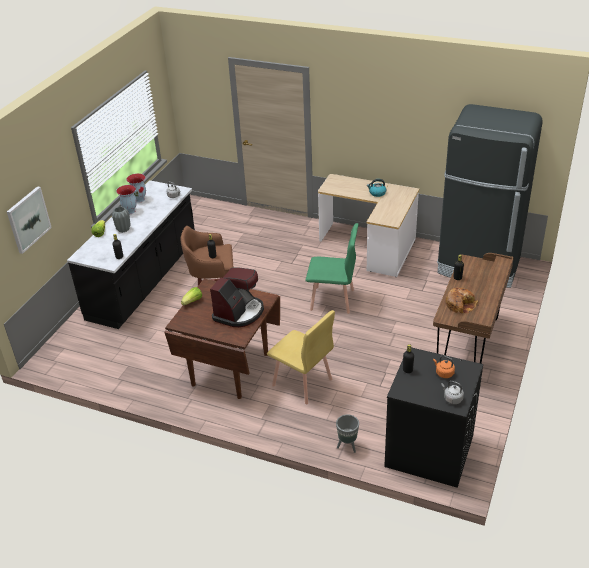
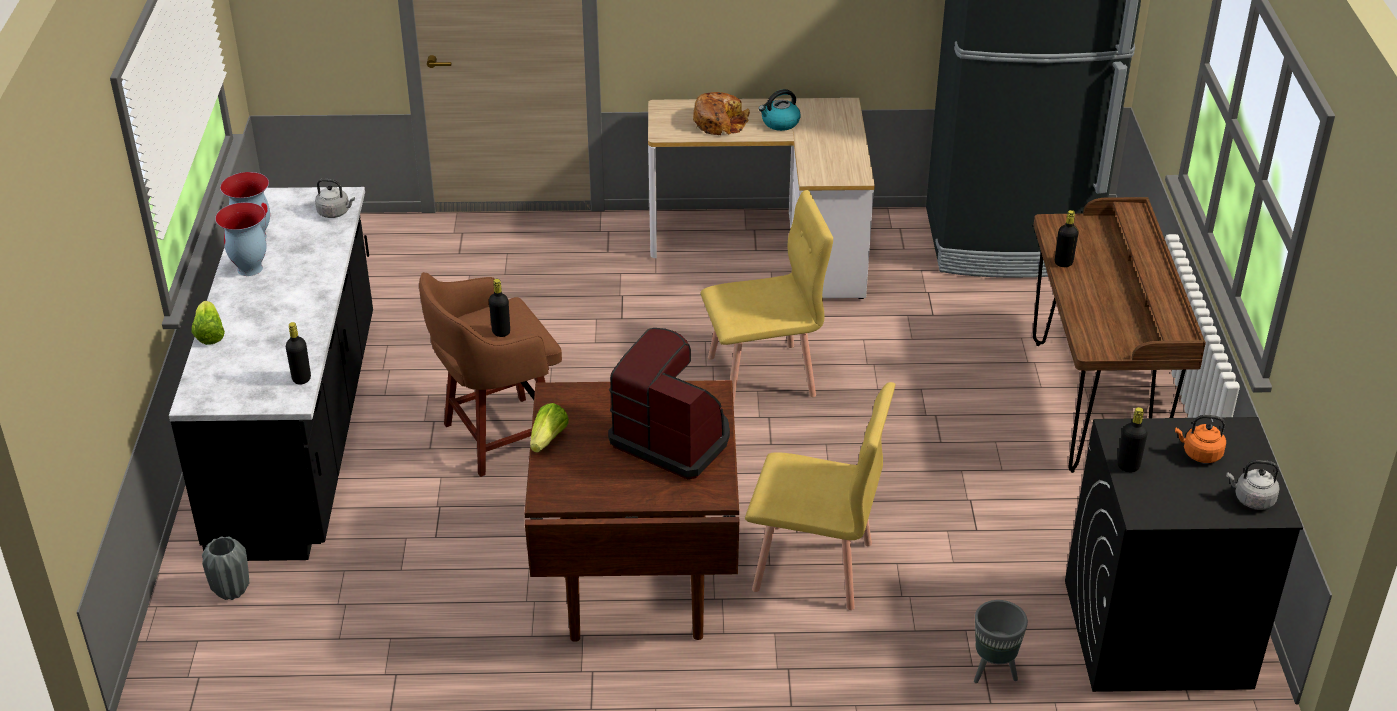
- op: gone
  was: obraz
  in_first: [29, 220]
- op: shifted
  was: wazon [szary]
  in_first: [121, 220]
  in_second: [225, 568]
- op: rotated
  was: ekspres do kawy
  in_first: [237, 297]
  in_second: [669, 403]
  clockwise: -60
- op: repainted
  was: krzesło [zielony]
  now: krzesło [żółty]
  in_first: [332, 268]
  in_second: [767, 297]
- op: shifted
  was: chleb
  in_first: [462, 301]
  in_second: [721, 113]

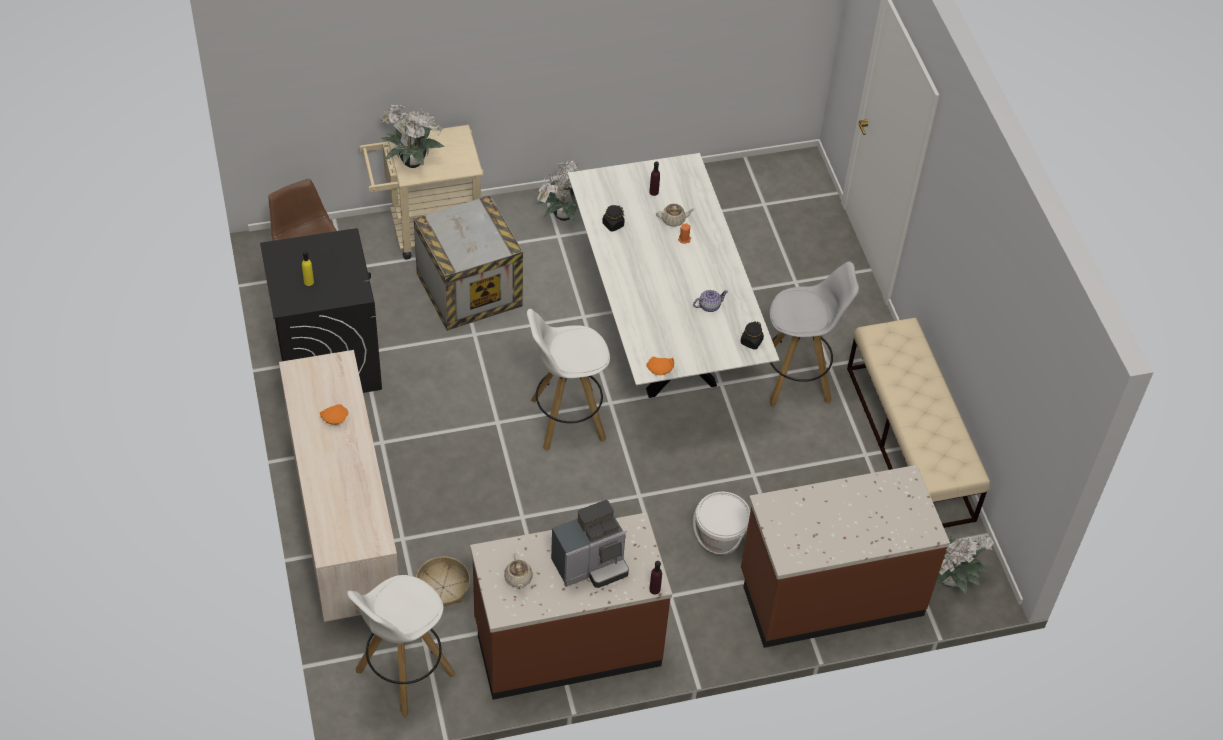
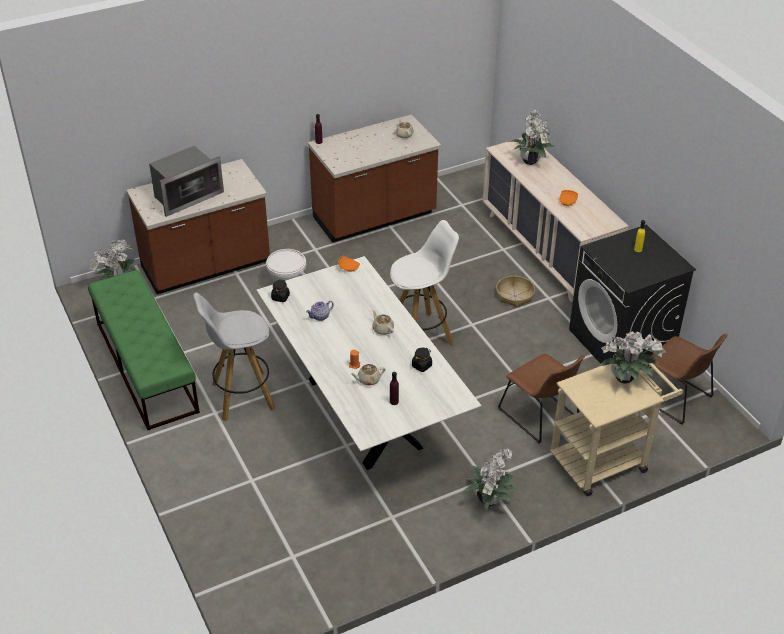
- op: gone
  was: stołek [biały]
  in_first: [401, 646]
- op: swapped
  was: skrzynka
  now: krzesło [brązowy]
  in_first: [468, 263]
  in_second: [541, 398]
- op: shifted
  was: koszyk
  in_first: [443, 581]
  in_second: [515, 292]
- op: gone
  was: ekspres do kawy
  in_first: [590, 544]
- op: repainted
  was: ławka [beżowy]
  now: ławka [zielony]
  in_first: [918, 423]
  in_second: [144, 350]
- op: new
  now: mikrofalówka
  in_second: [186, 181]
- op: new
  now: imbryk [beżowy]
  in_second: [383, 322]
- op: new
  now: roślina doniczkowa
  in_second: [531, 137]

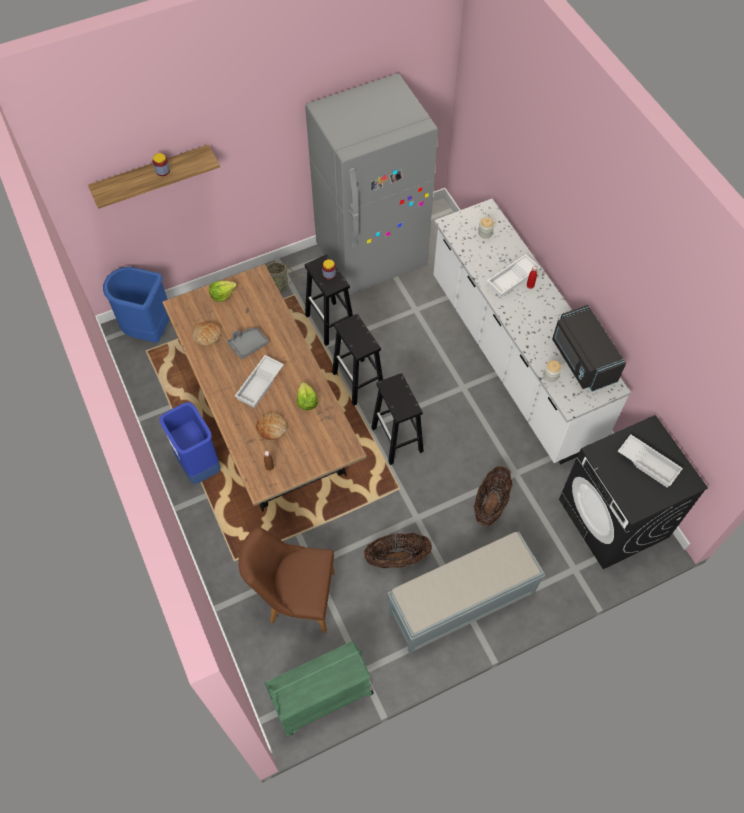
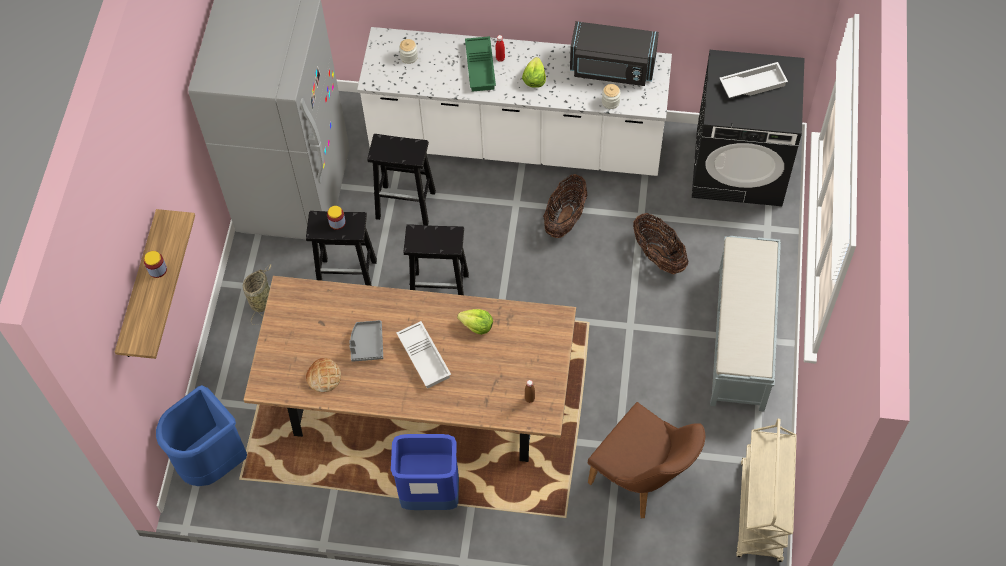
- op: shifted
  was: sałata
  in_first: [223, 291]
  in_second: [534, 72]
- op: rotated
  was: krzesło [brązowy]
  in_first: [286, 580]
  in_second: [646, 460]
  clockwise: -90
- op: gone
  was: chleb
  in_first: [271, 426]
- op: repainted
  was: wózek [zielony]
  now: wózek [beżowy]
  in_first: [319, 689]
  in_second: [766, 490]
- op: shifted
  was: koszyk
  in_first: [398, 550]
  in_second: [565, 206]
- op: shifted
  was: stołek [czarny]
  in_first: [397, 419]
  in_second: [401, 179]
- op: repainted
  was: taca [biały]
  now: taca [zielony]
  in_first: [514, 275]
  in_second: [480, 64]

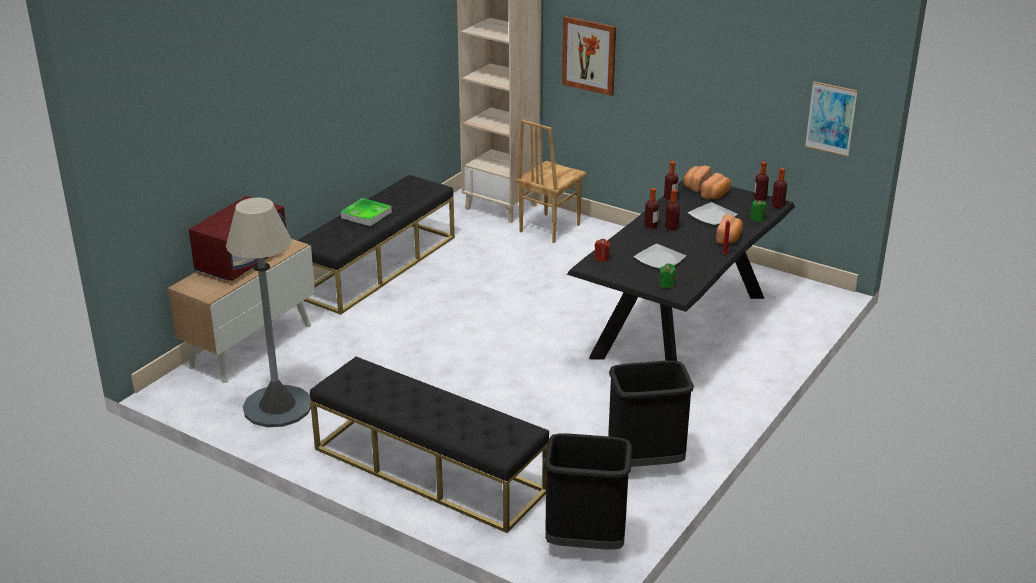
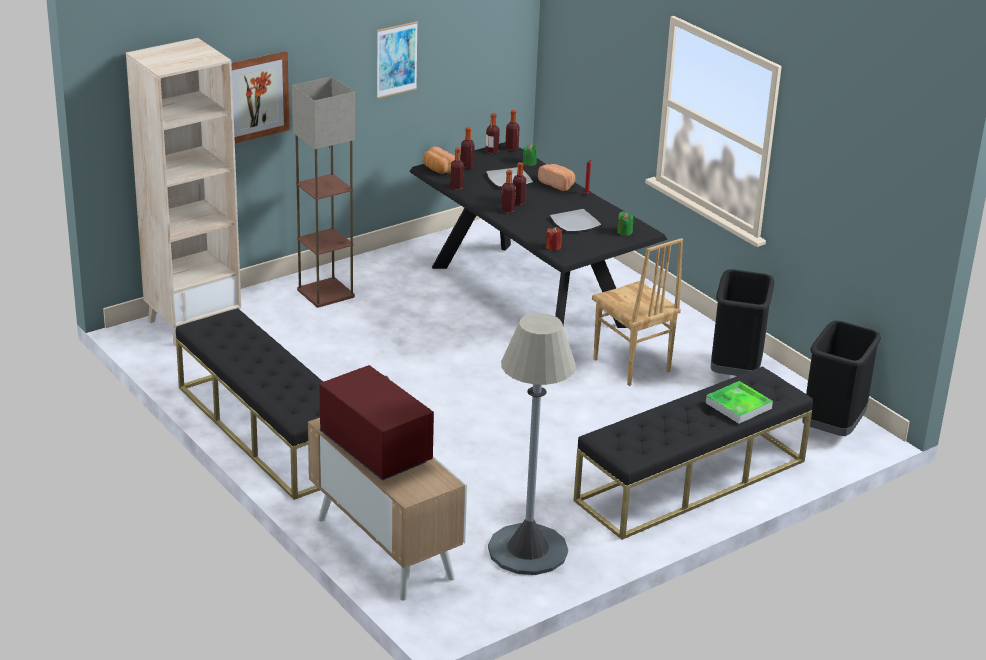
- op: shifted
  was: taca
  in_first: [366, 212]
  in_second: [739, 402]
- op: shifted
  was: krzesło [brązowy]
  in_first: [551, 181]
  in_second: [637, 312]
- op: swapped
  was: chleb
  now: butelka
  in_first: [716, 186]
  in_second: [468, 148]
- op: shifted
  was: obraz
  in_first: [831, 119]
  in_second: [397, 59]
- op: new
  now: lampa stojąca
  in_second: [323, 192]

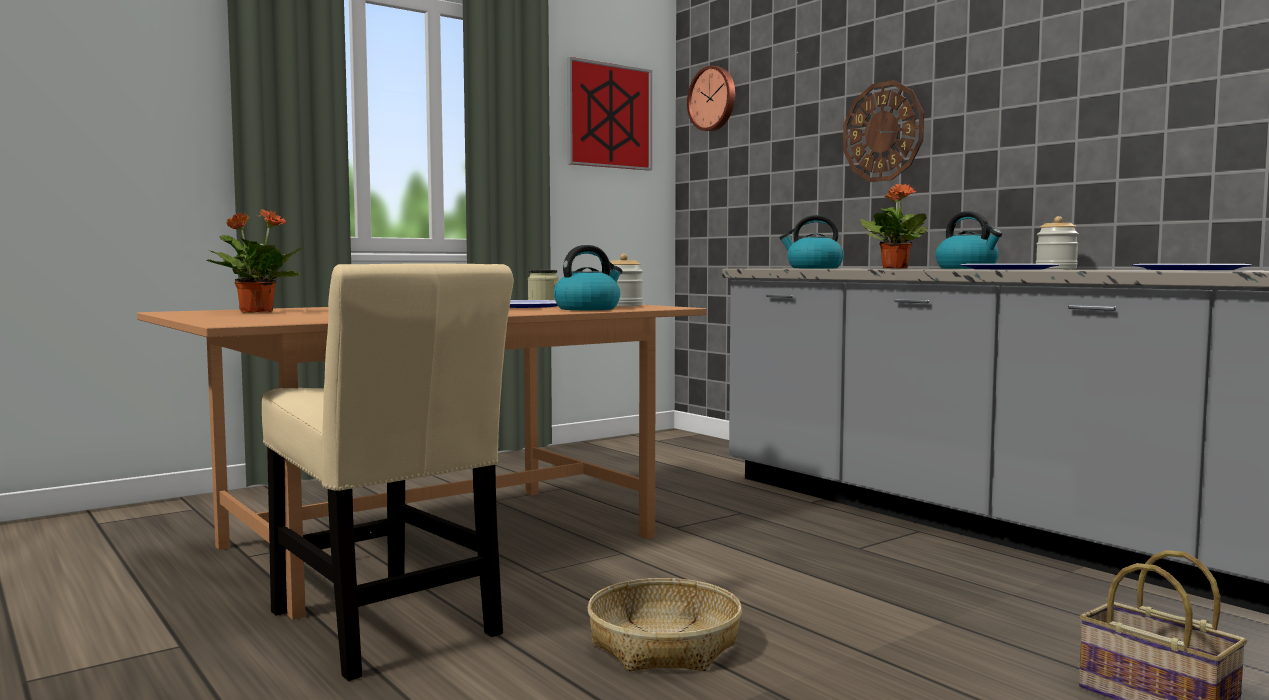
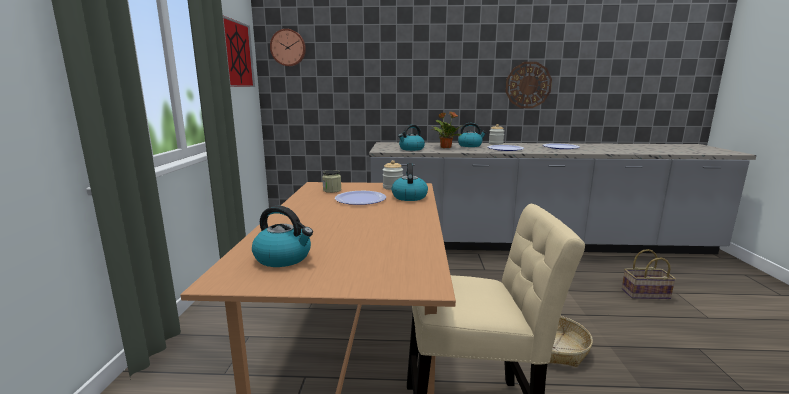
- op: swapped
  was: roślina doniczkowa
  now: czajnik
  in_first: [255, 261]
  in_second: [282, 236]
- op: shifted
  was: zegar ścienny
  in_first: [883, 131]
  in_second: [528, 85]

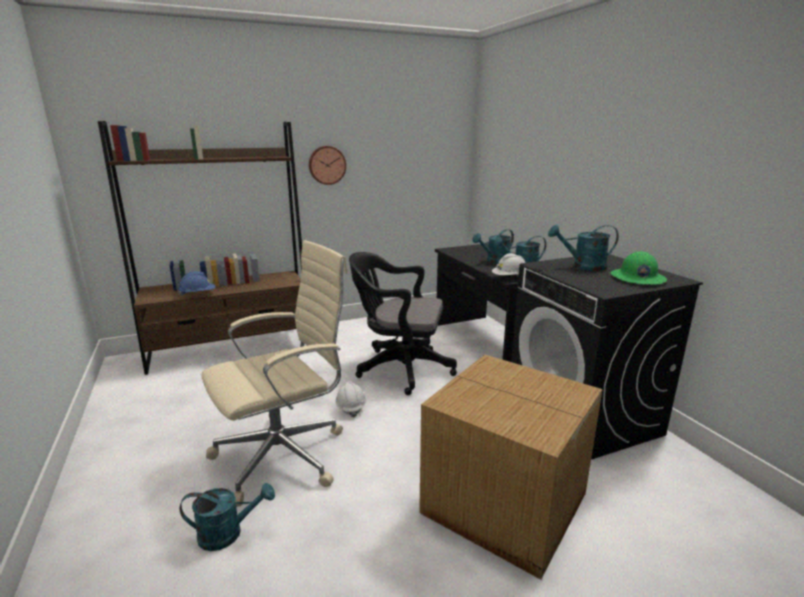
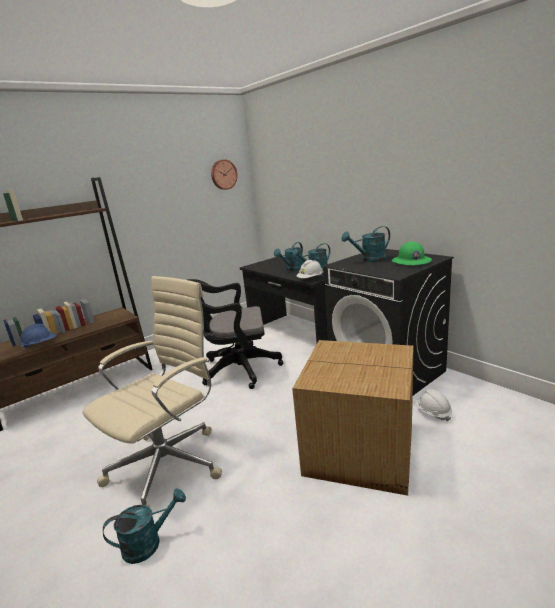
- op: shifted
  was: zegar ścienny
  in_first: [327, 165]
  in_second: [224, 174]
- op: shifted
  was: kask [biały]
  in_first: [350, 399]
  in_second: [433, 405]

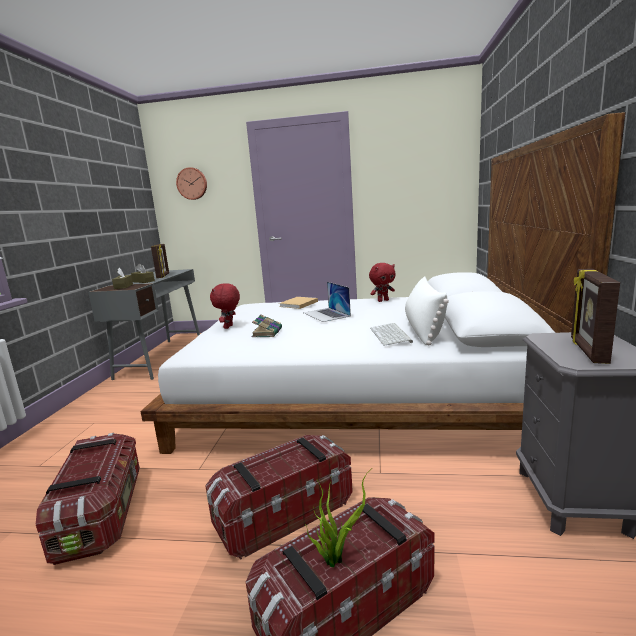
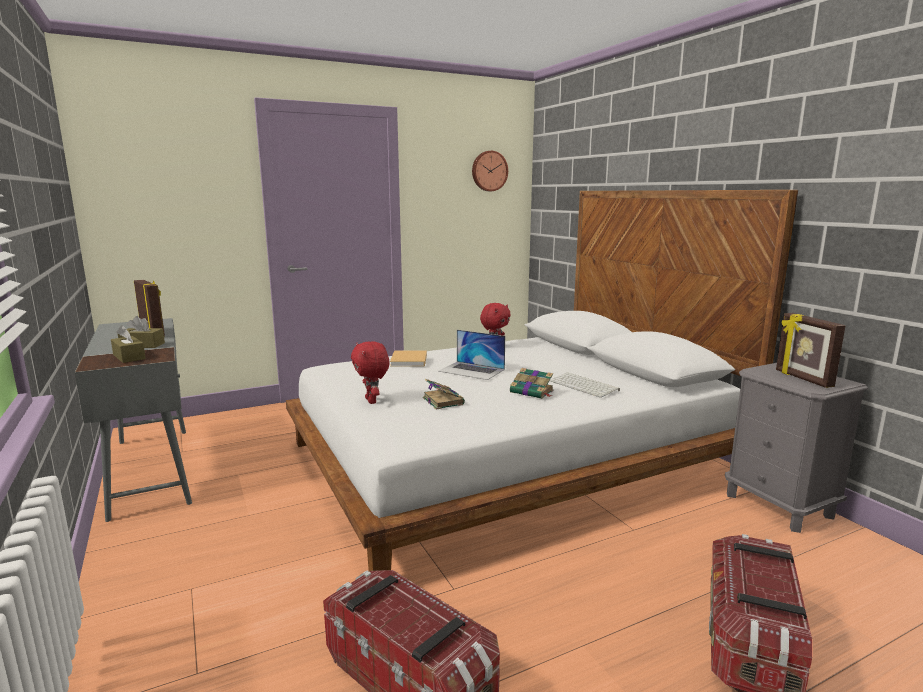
- op: shifted
  was: zegar ścienny
  in_first: [191, 183]
  in_second: [490, 171]
- op: gone
  was: pojemnik do przechowywania
  in_first: [279, 497]
- op: gone
  was: roślina doniczkowa
  in_first: [338, 518]
- op: gone
  was: poduszka [biały]
  in_first: [427, 311]
- op: new
  now: książka
  in_second: [532, 383]

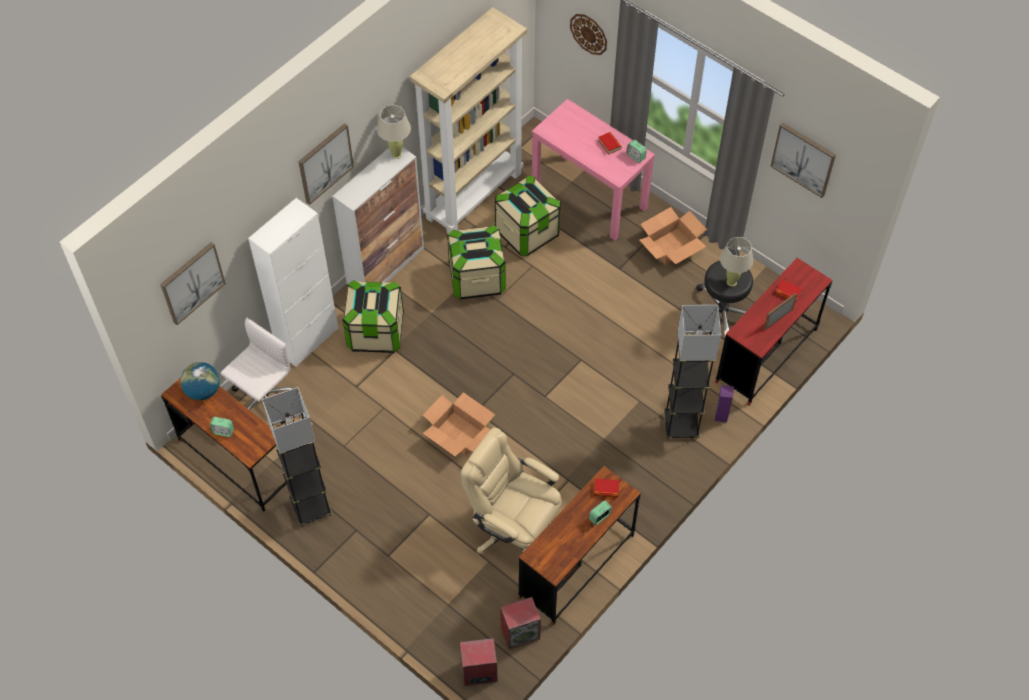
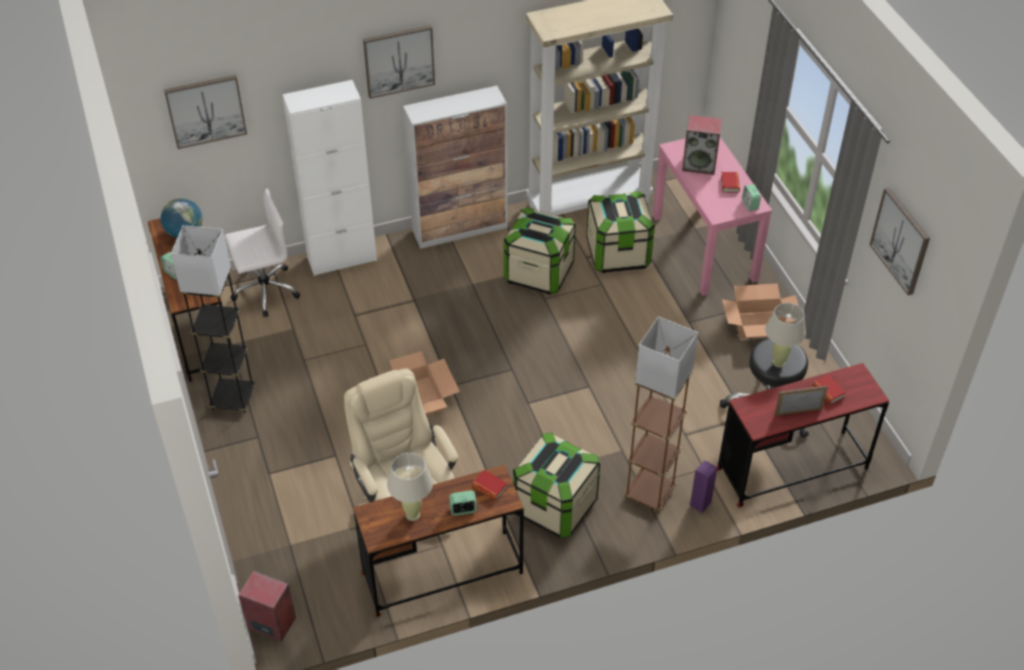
- op: shifted
  was: pojemnik do przechowywania
  in_first: [373, 316]
  in_second: [556, 485]
- op: shifted
  was: lampa stołowa [beżowy]
  in_first: [394, 132]
  in_second: [410, 487]
- op: shifted
  was: głośnik
  in_first: [520, 623]
  in_second: [702, 145]
- op: gone
  was: zegar ścienny
  in_first: [588, 34]
- op: repainted
  was: lampa stojąca [szary]
  now: lampa stojąca [brązowy]
  in_first: [692, 372]
  in_second: [661, 414]

